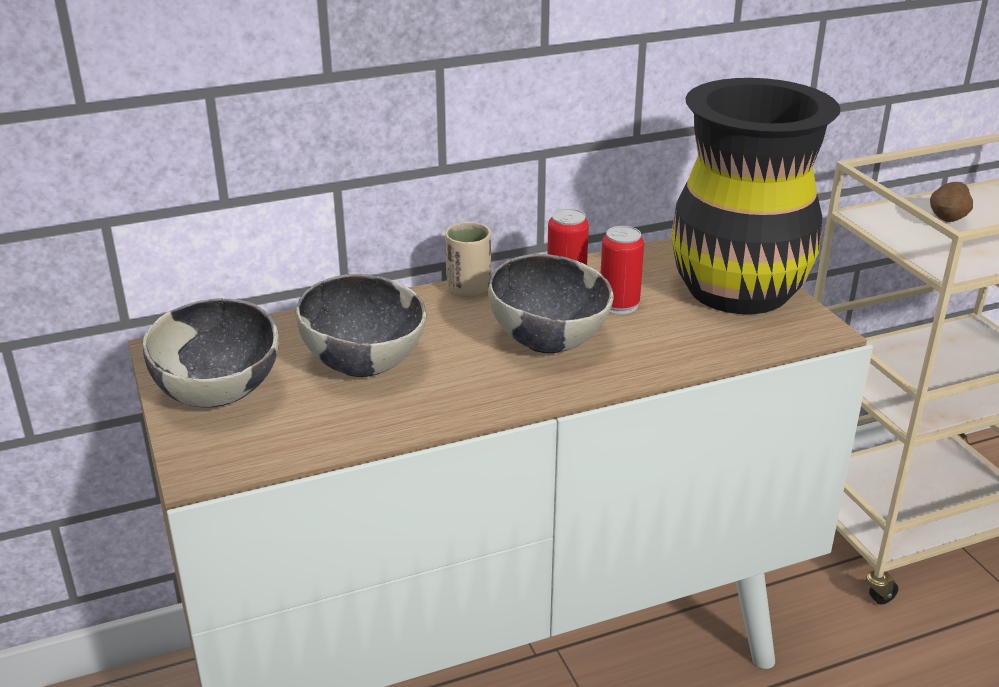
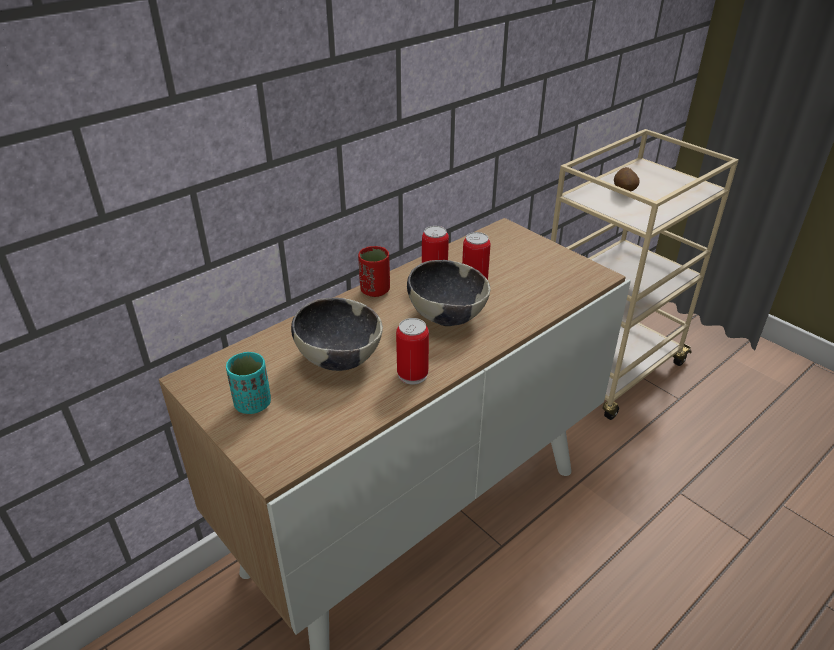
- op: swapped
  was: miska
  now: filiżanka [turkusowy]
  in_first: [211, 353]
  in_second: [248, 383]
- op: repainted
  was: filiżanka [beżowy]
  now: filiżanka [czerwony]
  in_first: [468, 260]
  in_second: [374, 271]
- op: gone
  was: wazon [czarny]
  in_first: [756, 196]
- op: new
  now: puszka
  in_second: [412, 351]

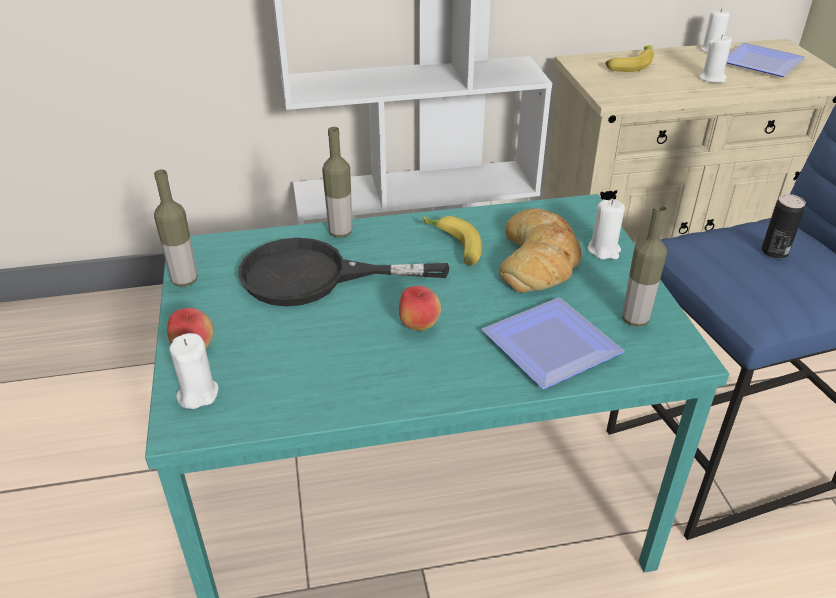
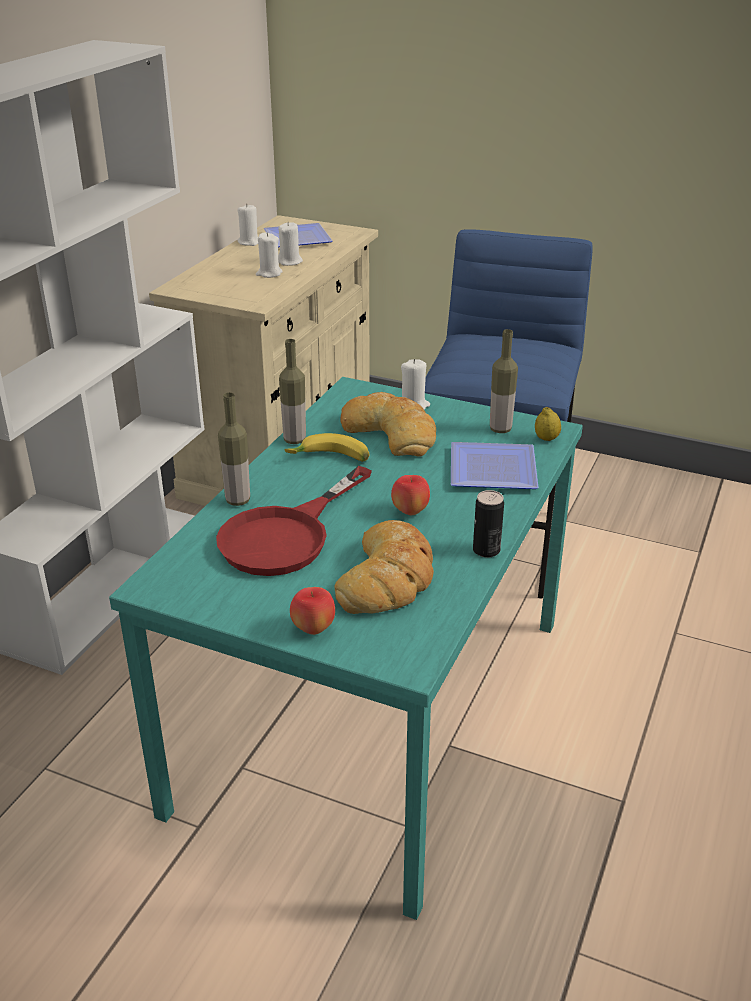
- op: shifted
  was: butelka
  in_first: [175, 228]
  in_second: [292, 391]
- op: shifted
  was: świeca [biały]
  in_first: [194, 371]
  in_second: [269, 255]
- op: repainted
  was: patelnia [czarny]
  now: patelnia [czerwony]
  in_first: [343, 272]
  in_second: [294, 521]
- op: gone
  was: banan
  in_first: [630, 58]
- op: shifted
  was: puszka
  in_first: [783, 226]
  in_second: [488, 524]
- op: new
  now: chleb
  in_second: [384, 567]
- op: new
  now: cytryna
  in_second: [548, 424]

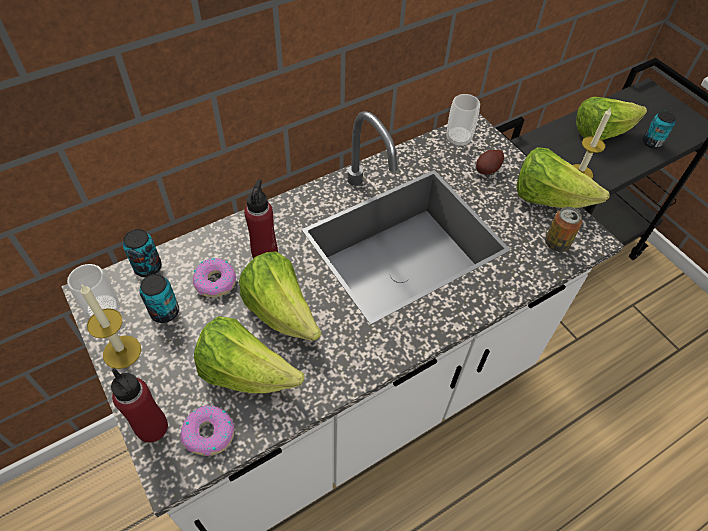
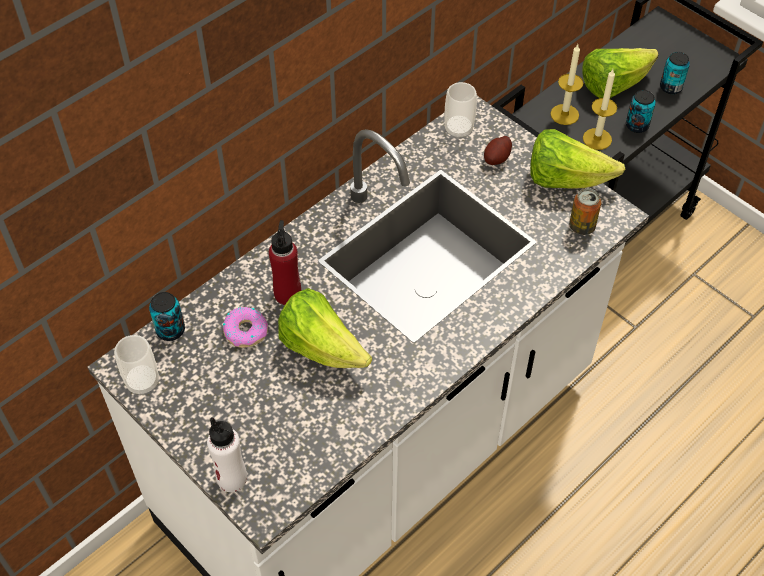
- op: shifted
  was: świeca
  in_first: [111, 327]
  in_second: [566, 84]
- op: repainted
  was: butelka [czerwony]
  now: butelka [biały]
  in_first: [139, 405]
  in_second: [227, 454]
- op: shifted
  was: puszka
  in_first: [159, 298]
  in_second: [641, 111]
- op: gone
  was: donut
  in_first: [207, 430]
- op: gone
  was: sałata
  in_first: [249, 354]

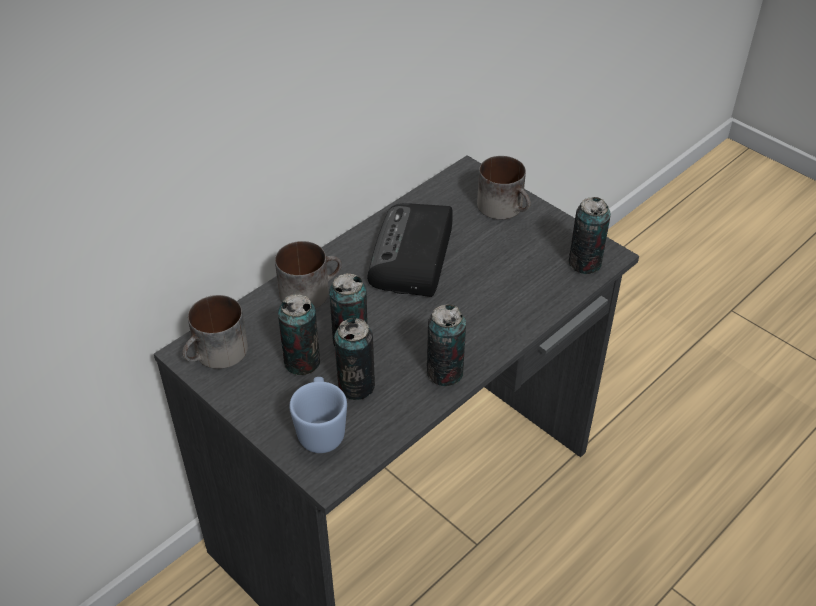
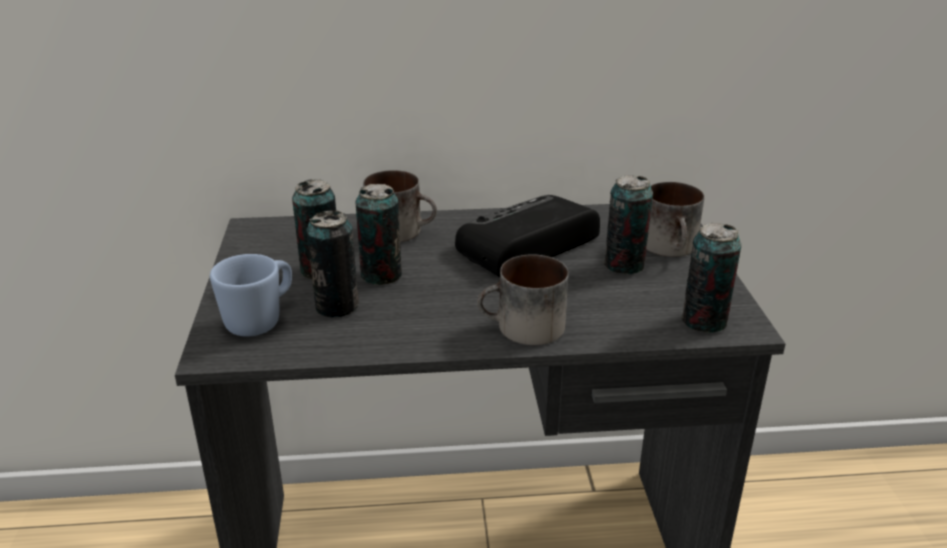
- op: shifted
  was: kubek
  in_first: [215, 332]
  in_second: [522, 299]
- op: shifted
  was: puszka
  in_first: [446, 345]
  in_second: [628, 224]

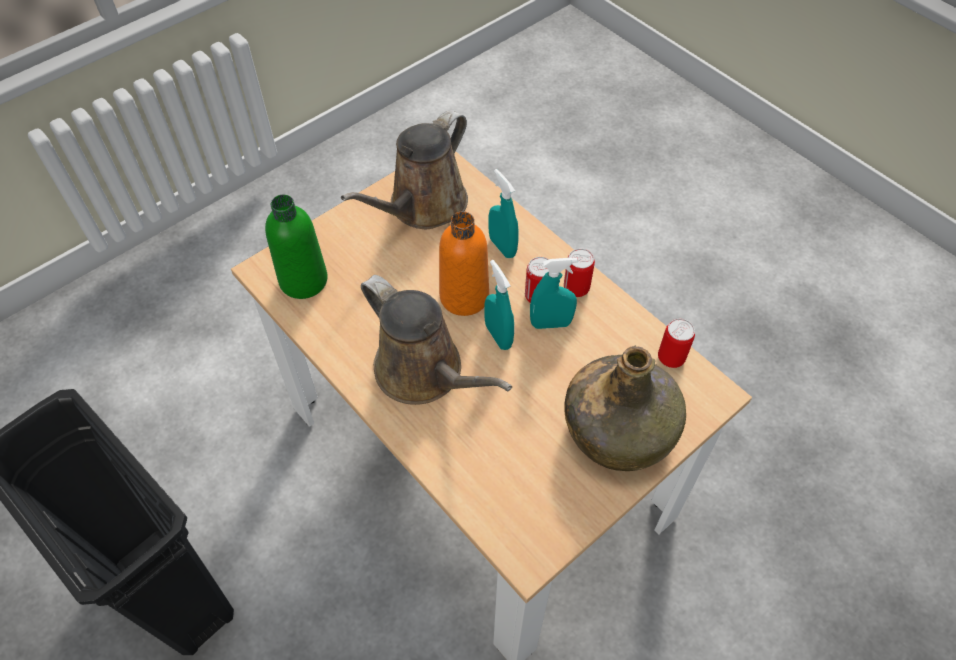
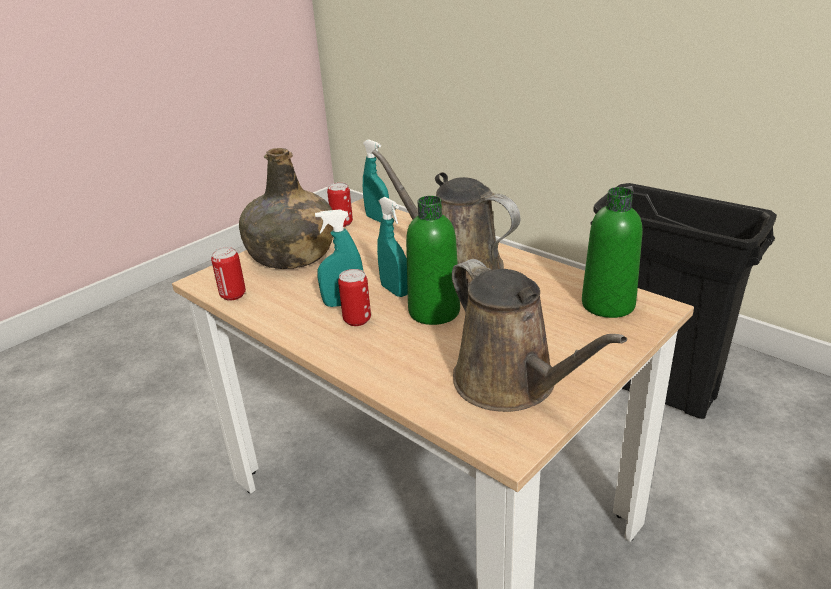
- op: rotated
  was: konewka [brązowy]
  in_first: [404, 169]
  in_second: [539, 335]
  clockwise: 120
- op: repainted
  was: butelka [pomarańczowy]
  now: butelka [zielony]
  in_first: [464, 264]
  in_second: [433, 260]
- op: shifted
  was: spryskiwacz [turkusowy]
  in_first: [503, 213]
  in_second: [376, 181]
- op: shifted
  was: puszka
  in_first: [579, 273]
  in_second: [340, 204]

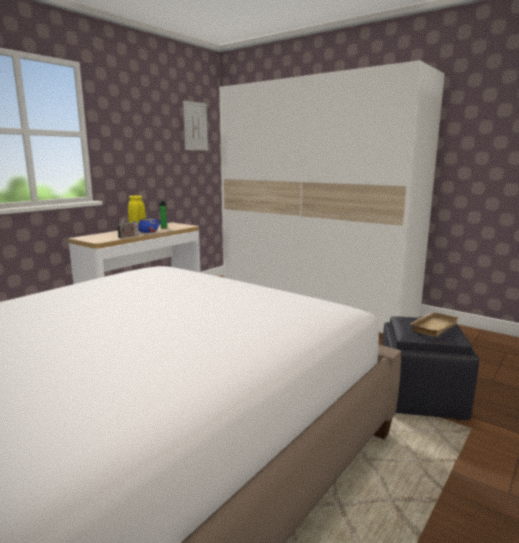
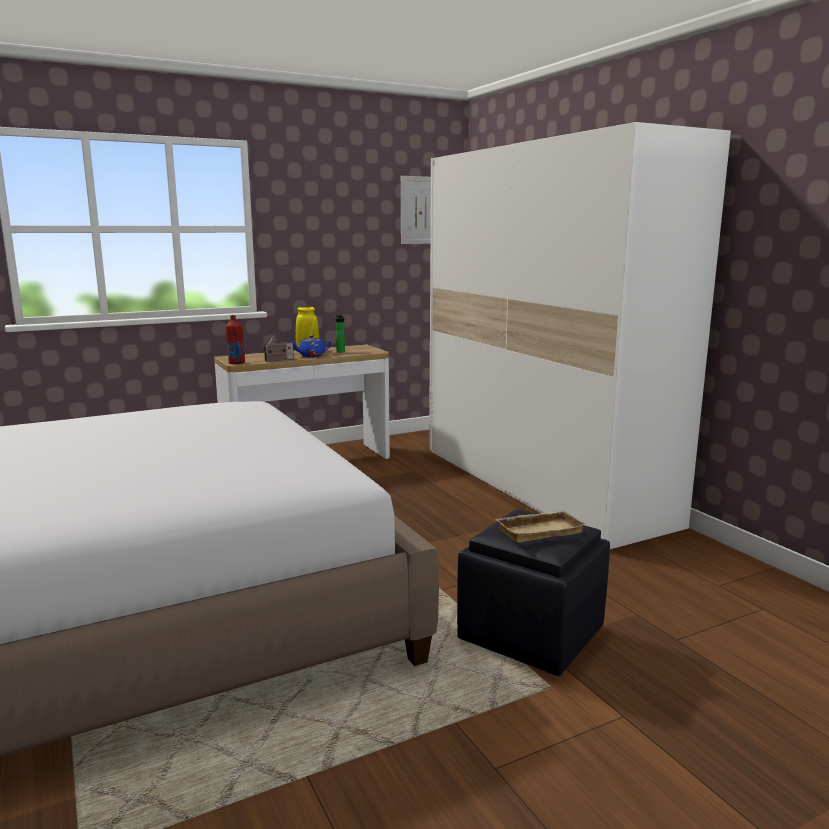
- op: new
  now: butelka [czerwony]
  in_second: [235, 339]

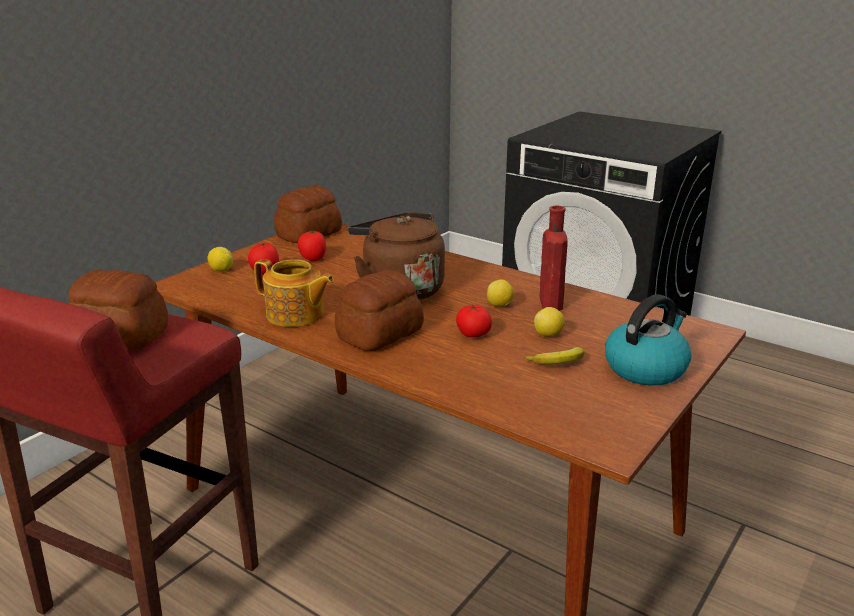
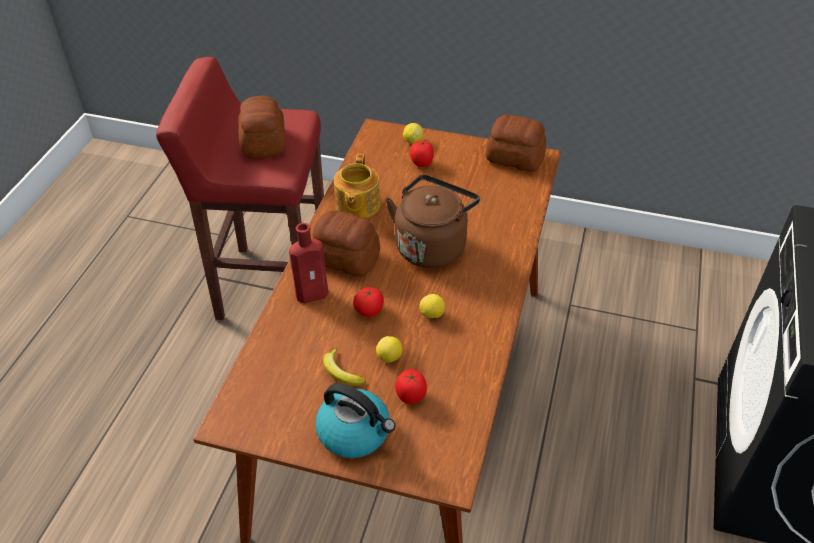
- op: shifted
  was: pomidor
  in_first: [312, 246]
  in_second: [411, 386]
- op: shifted
  was: butelka [czerwony]
  in_first: [554, 258]
  in_second: [308, 263]

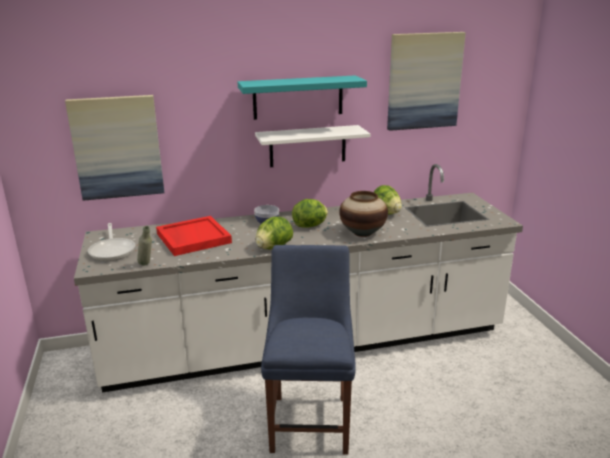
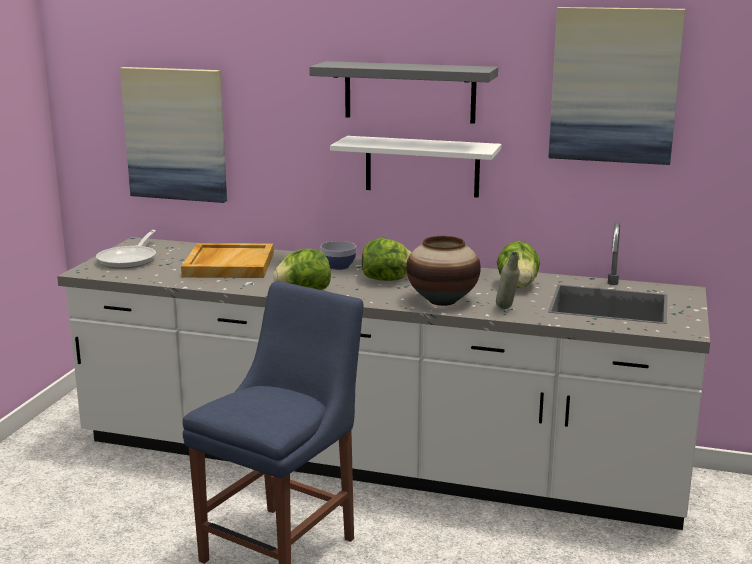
- op: shifted
  was: butelka [szary]
  in_first: [144, 246]
  in_second: [508, 280]
- op: repainted
  was: taca [czerwony]
  now: taca [beżowy]
  in_first: [194, 236]
  in_second: [227, 260]
- op: repainted
  was: półka [turkusowy]
  now: półka [szary]
  in_first: [302, 97]
  in_second: [403, 92]

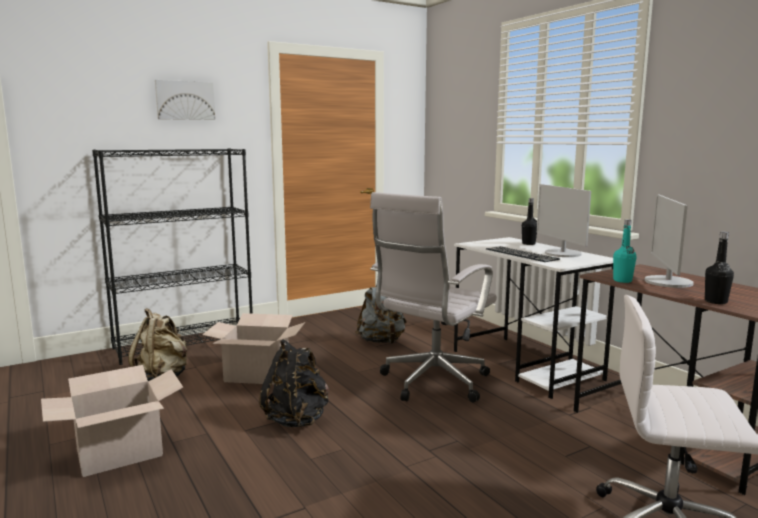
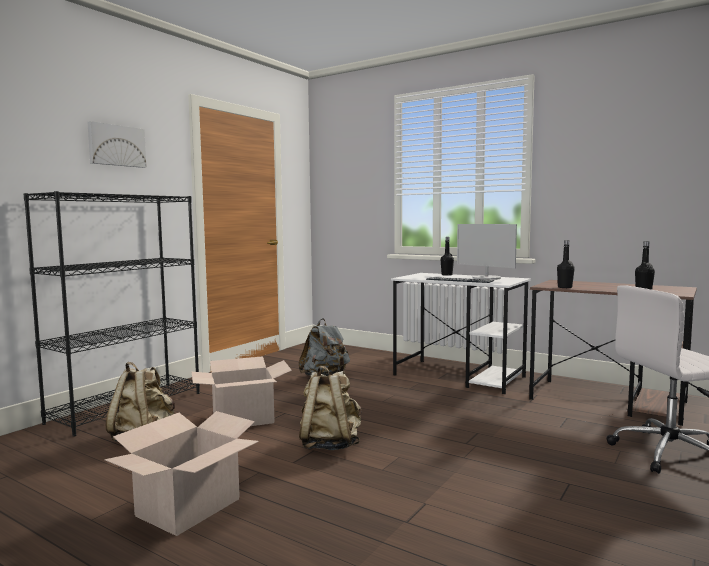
- op: repainted
  was: plecak [czarny]
  now: plecak [beżowy]
  in_first: [294, 383]
  in_second: [330, 408]
- op: gone
  was: krzesło biurowe [biały]
  in_first: [433, 297]
- op: repainted
  was: butelka [turkusowy]
  now: butelka [czarny]
  in_first: [624, 251]
  in_second: [566, 264]
- op: gone
  was: monitor
  in_first: [669, 241]

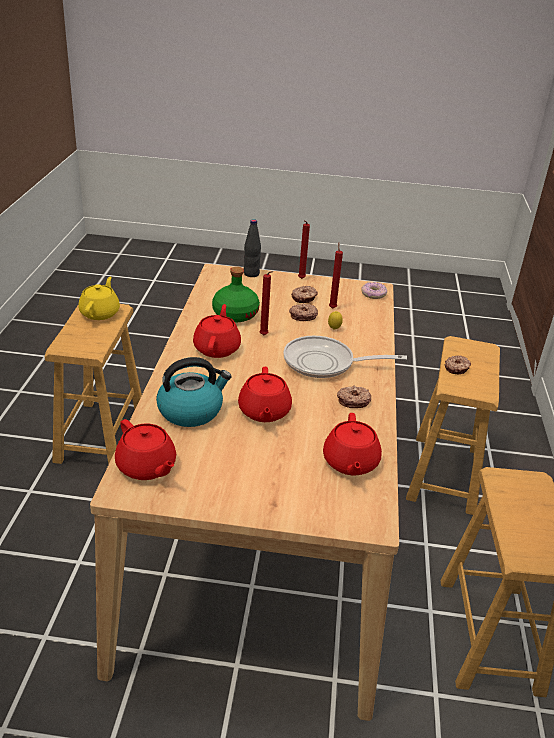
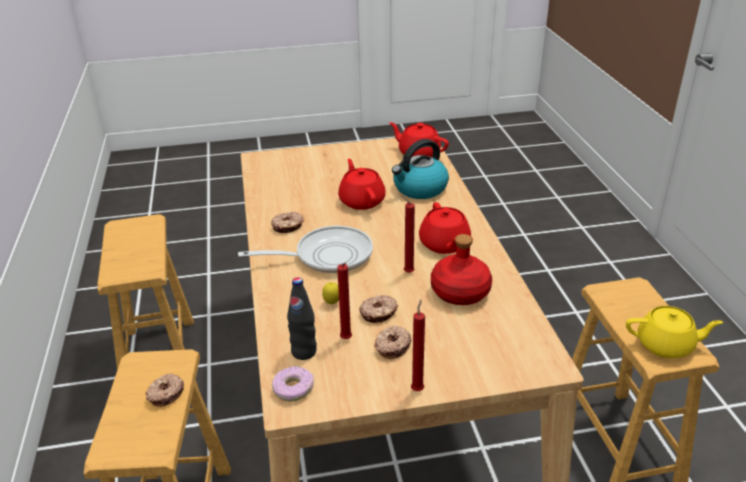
- op: rotated
  was: imbryk [żółty]
  in_first: [99, 298]
  in_second: [674, 332]
  clockwise: -75
- op: repainted
  was: butelka [zielony]
  now: butelka [czerwony]
  in_first: [236, 294]
  in_second: [461, 269]
- op: shifted
  was: butelka [czarny]
  in_first: [252, 248]
  in_second: [302, 318]
- op: gone
  was: imbryk [czerwony]
  in_first: [352, 444]

